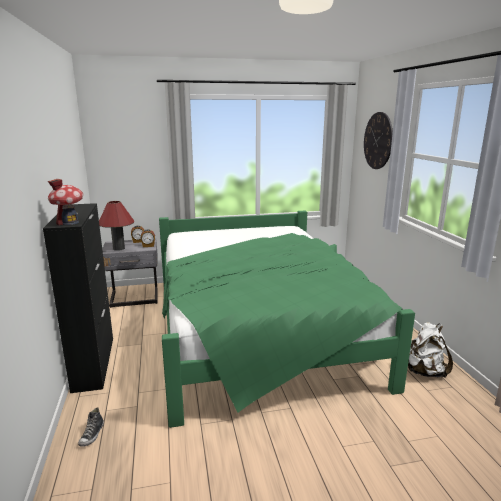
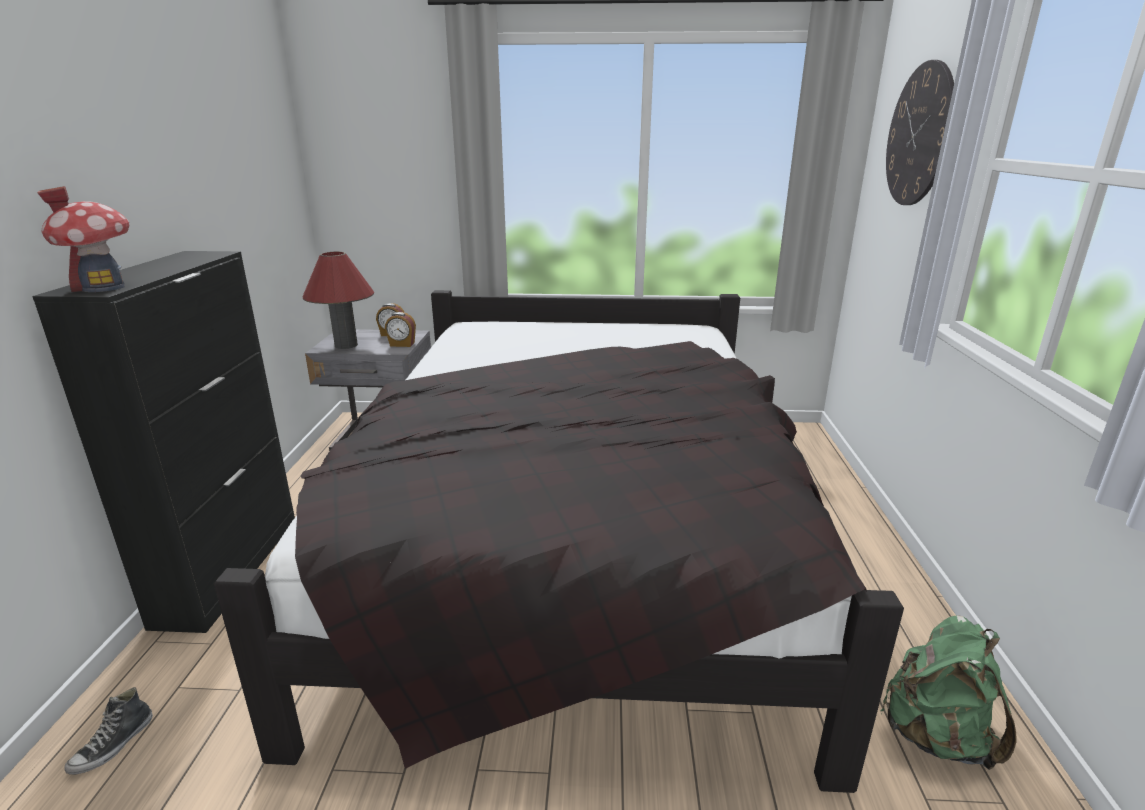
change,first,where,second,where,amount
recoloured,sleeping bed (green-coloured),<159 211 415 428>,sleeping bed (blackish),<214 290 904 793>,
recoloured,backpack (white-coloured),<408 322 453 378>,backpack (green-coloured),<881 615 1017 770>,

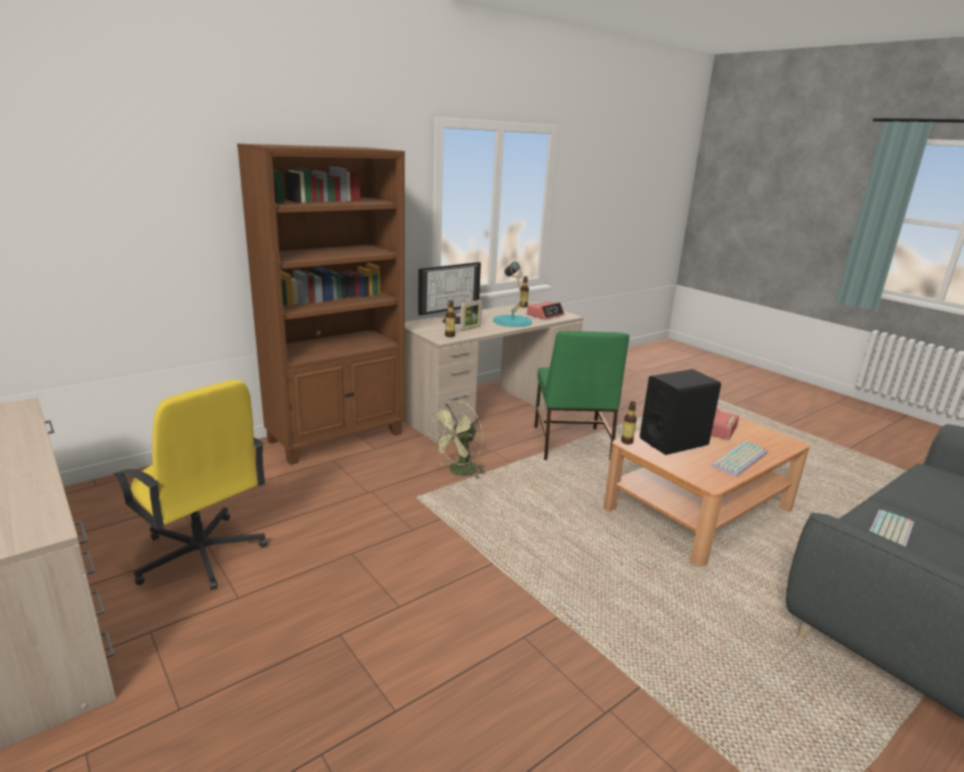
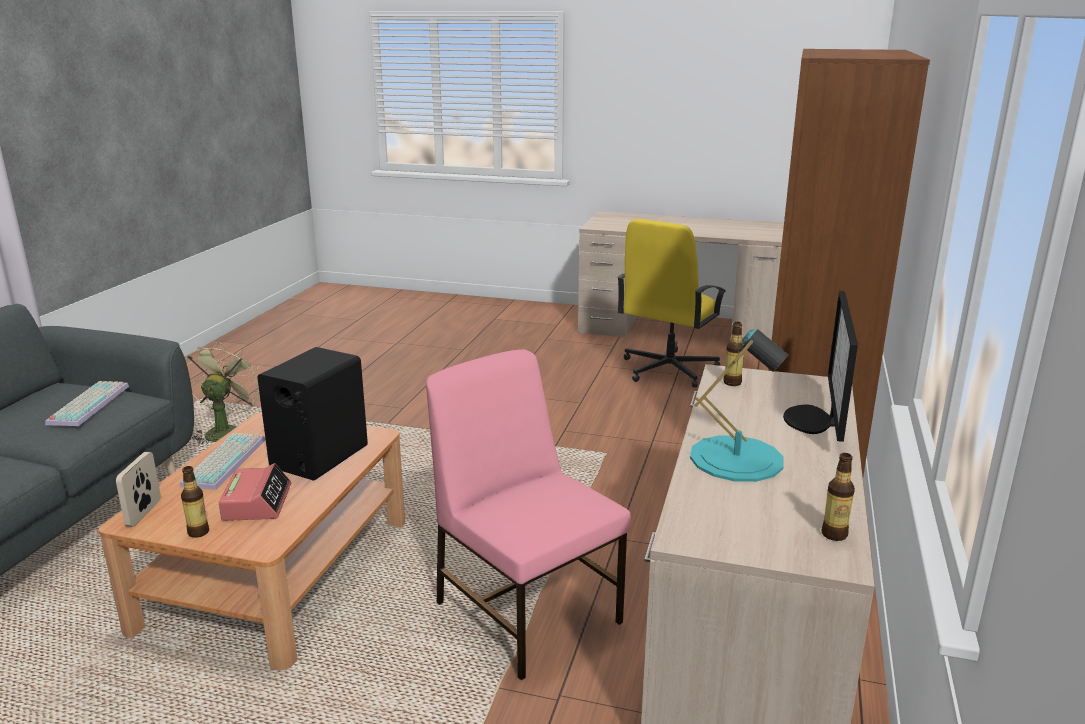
change,first,where,second,where,amount
removed,bedside clock,<527 301 564 320>,,,
moved,cooling fan (green-coloured),<429 401 486 479>,,<186 341 259 446>,
moved,standing frame,<460 300 482 331>,,<116 452 161 527>,
moved,beverage bottle,<621 401 637 444>,,<181 466 209 538>,
recoloured,chair (green-coloured),<534 331 629 461>,chair (pink),<426 349 631 680>,
turned,office chair (yellow-coloured),<113 379 268 590>,,<617 219 726 388>,60 degrees counterclockwise

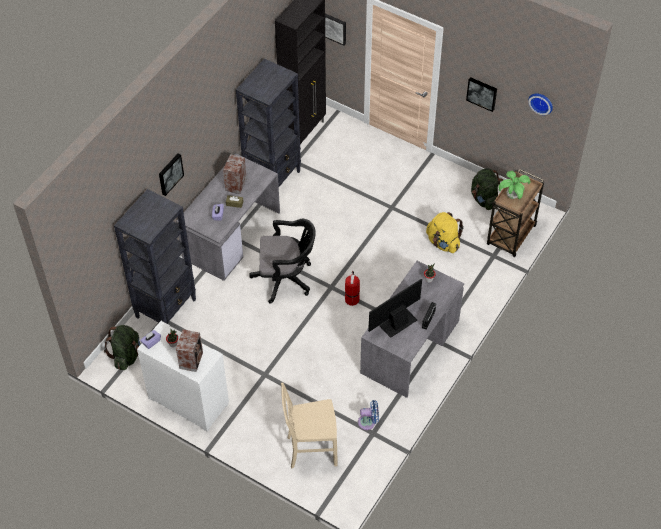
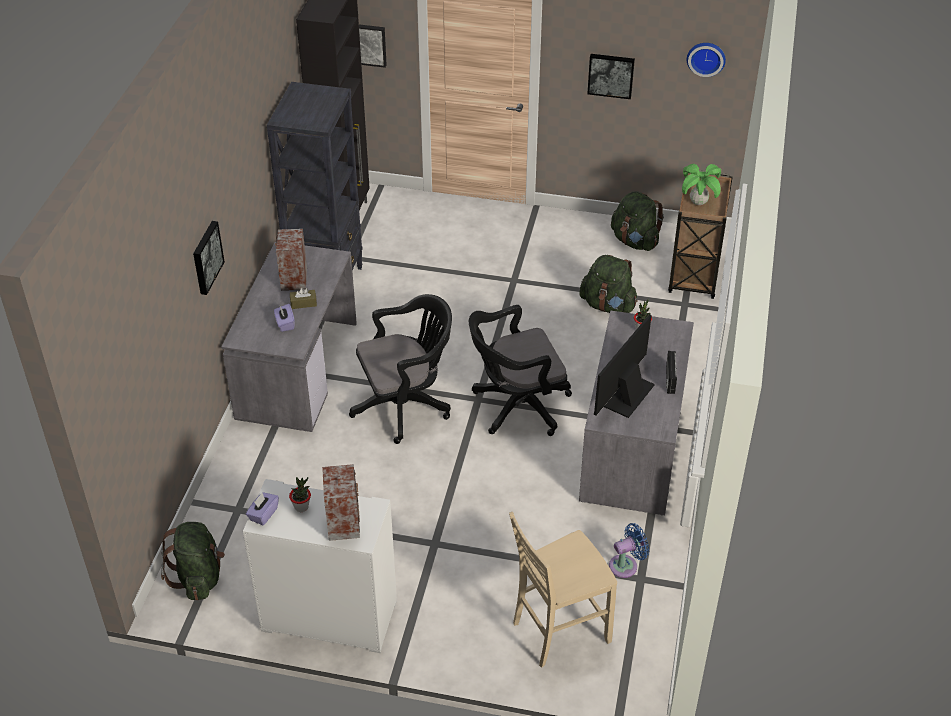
change,first,where,second,where,amount
removed,bookshelf (blackish),<114 189 196 324>,,,
replaced,extinguisher,<345 271 360 306>,office chair (blackish),<469 305 572 436>,
recoloured,backpack (yellow-coloured),<426 212 464 253>,backpack (green-coloured),<579 255 638 313>,

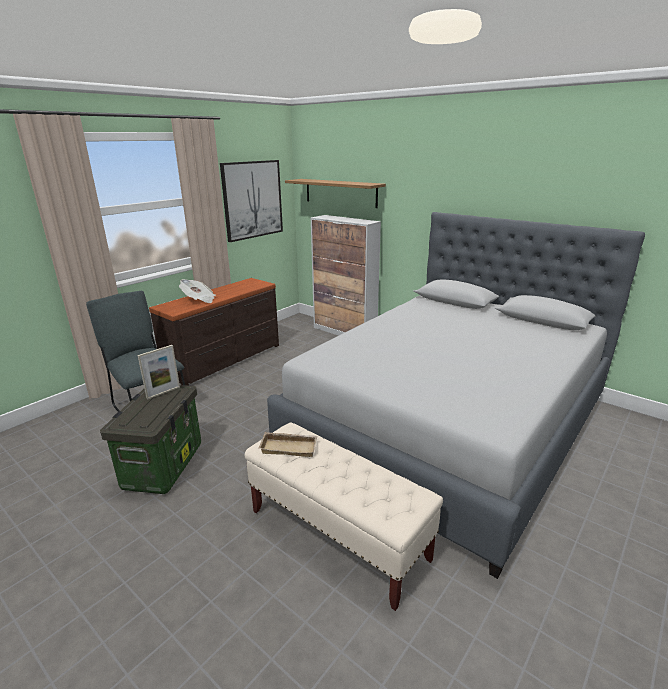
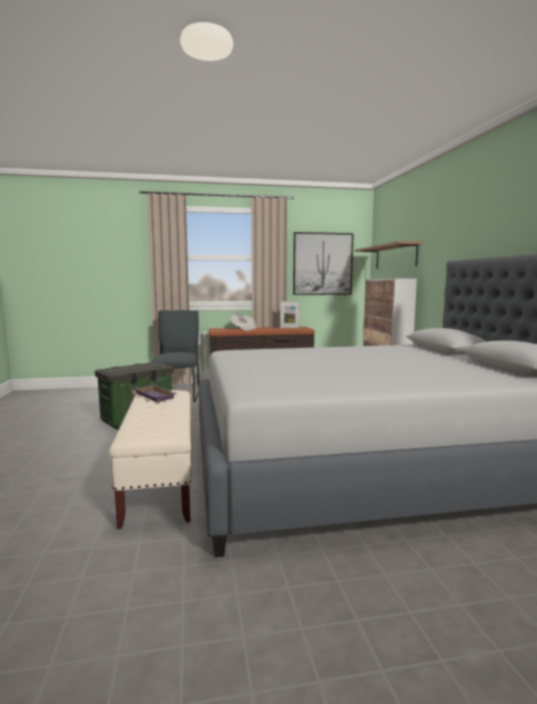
change,first,where,second,where,amount
moved,standing frame,<138 345 180 400>,,<280 301 300 328>,
recoloured,serving tray (beige),<259 432 317 457>,serving tray (purple-coloured),<135 385 177 402>,

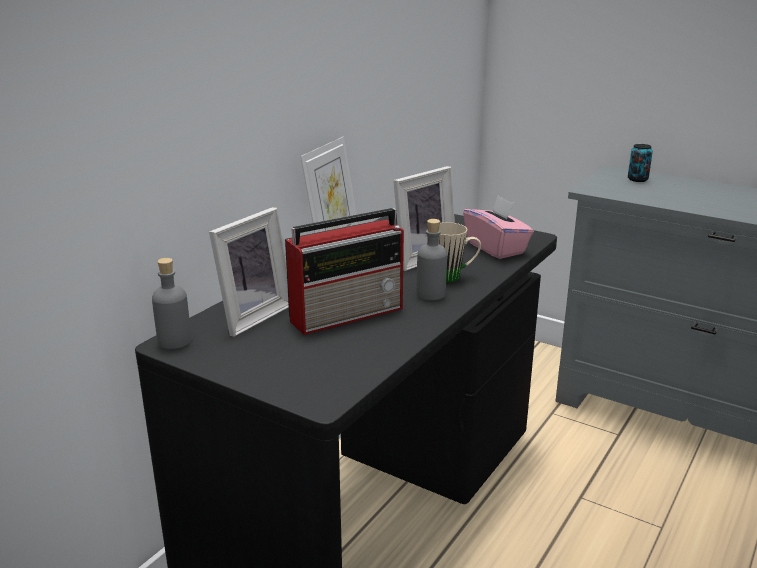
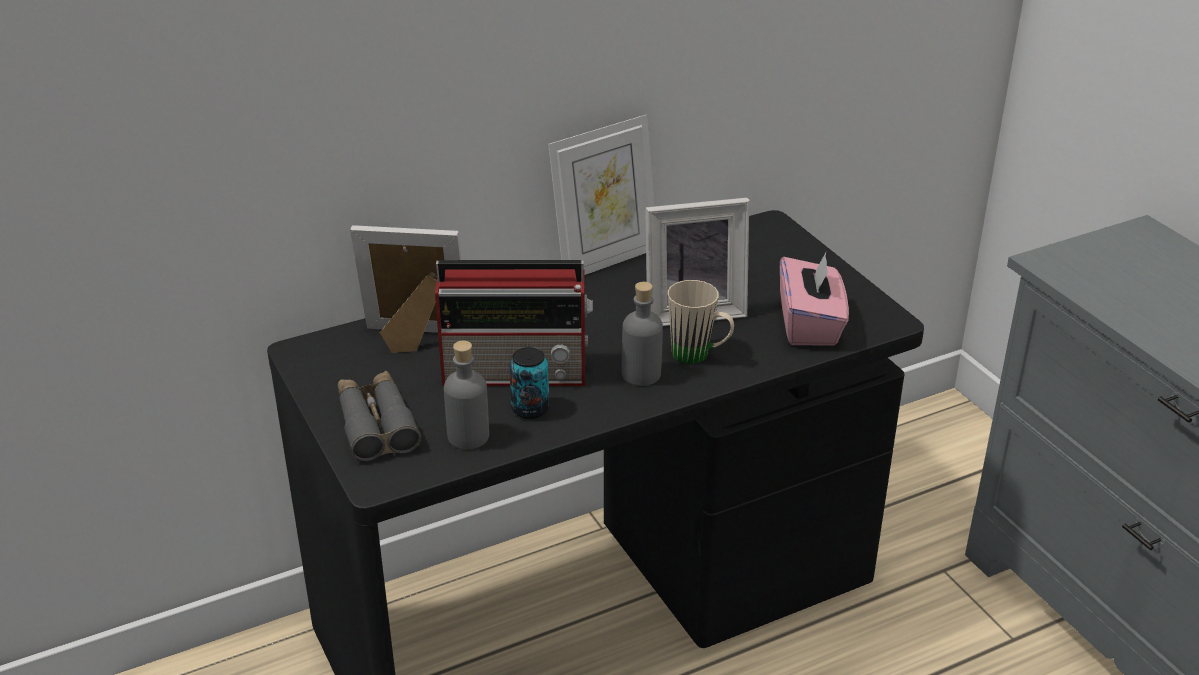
change,first,where,second,where,amount
added,,,binoculars (greyish),<338 371 421 461>,
moved,beverage bottle (greyish),<152 258 191 349>,,<444 341 489 450>,
moved,sealed can,<628 144 653 182>,,<509 347 549 419>,
turned,standing frame,<209 207 289 337>,,<350 225 461 353>,150 degrees counterclockwise

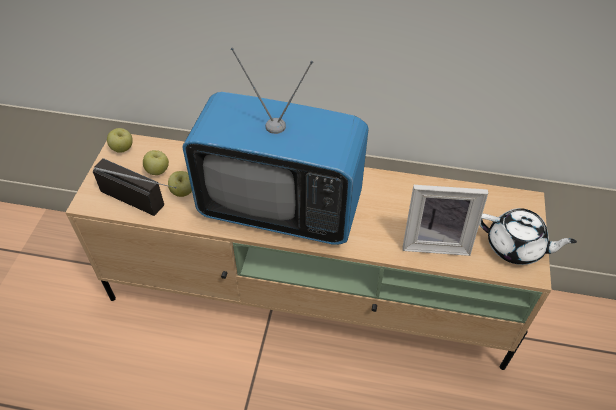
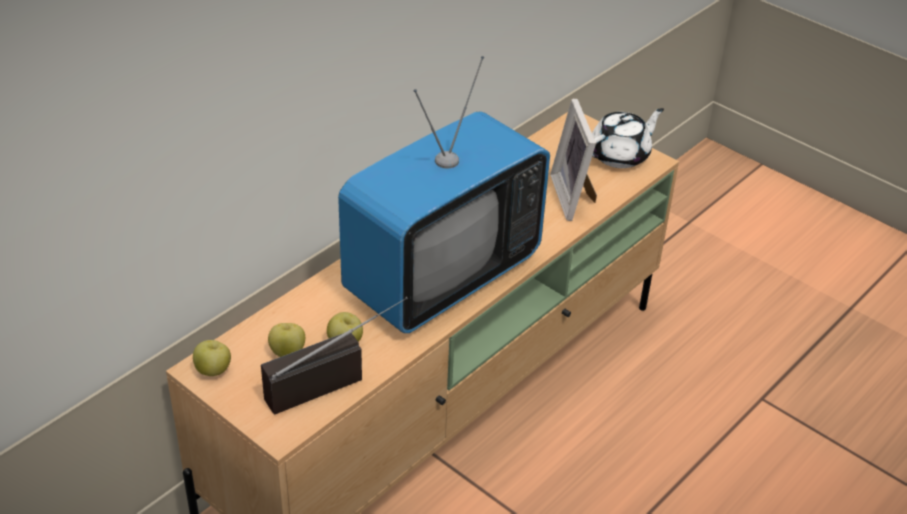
change,first,where,second,where,amount
turned,standing frame,<402 185 489 256>,,<550 99 597 221>,135 degrees clockwise

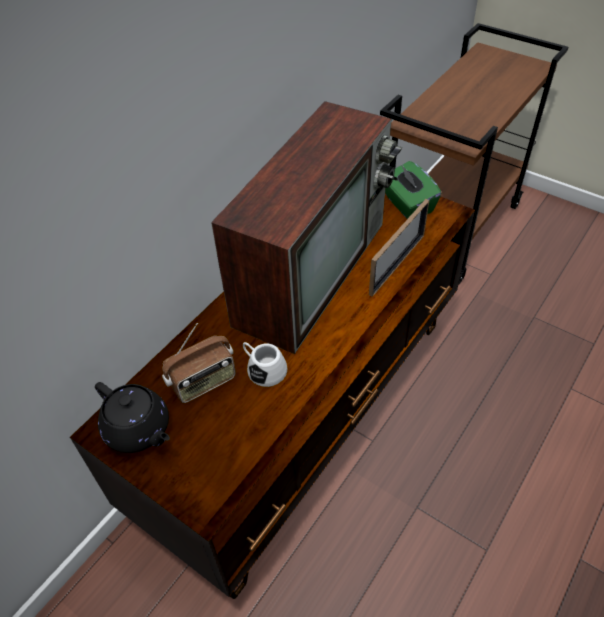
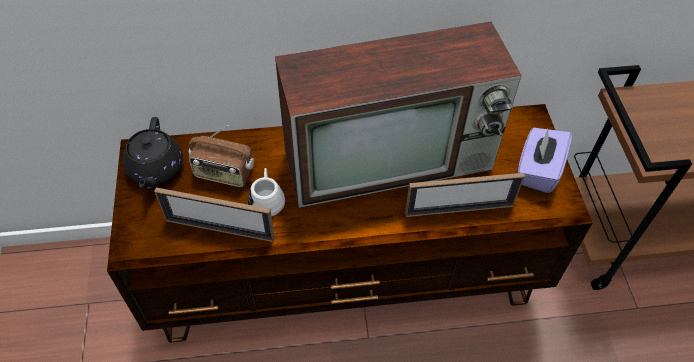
change,first,where,second,where,amount
added,,,standing frame,<154 187 275 242>,
recoloured,box of tissues (green-coloured),<385 161 441 219>,box of tissues (purple-coloured),<518 128 572 193>,

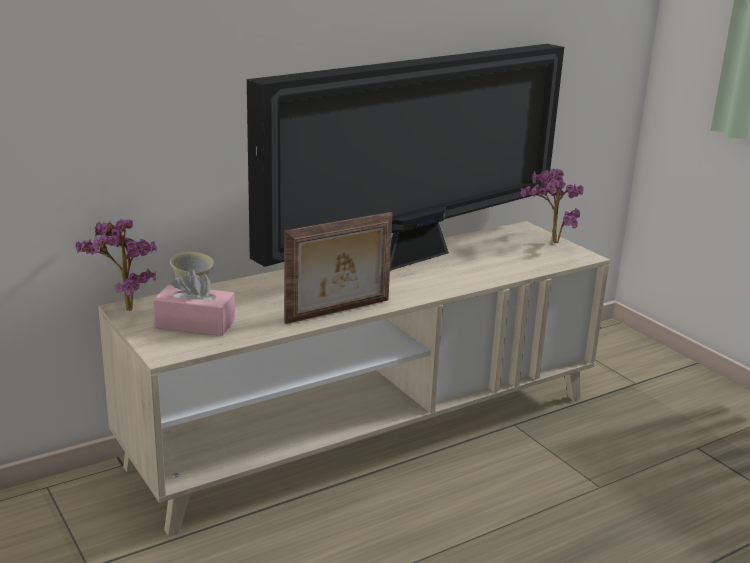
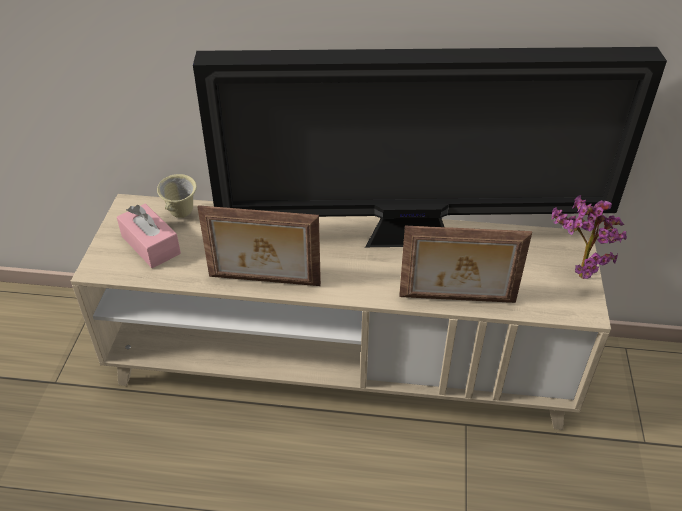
change,first,where,second,where,amount
removed,potted plant,<76 219 157 311>,,,
added,,,standing frame,<399 226 532 303>,

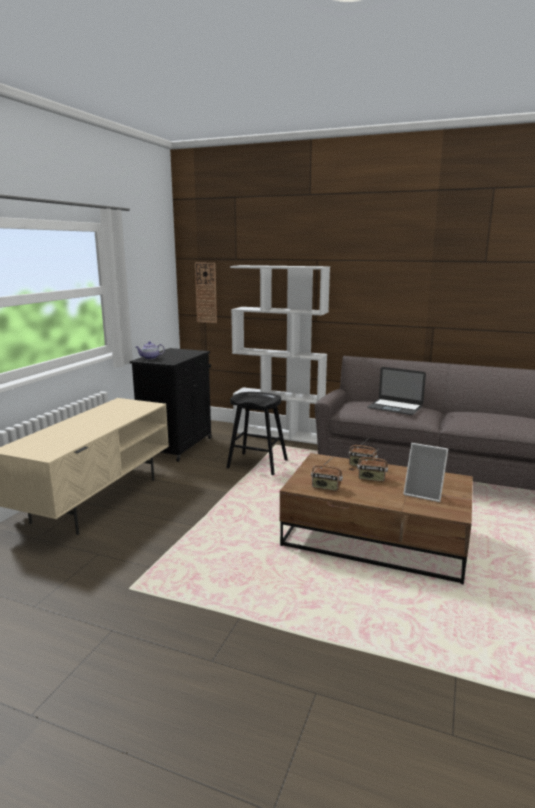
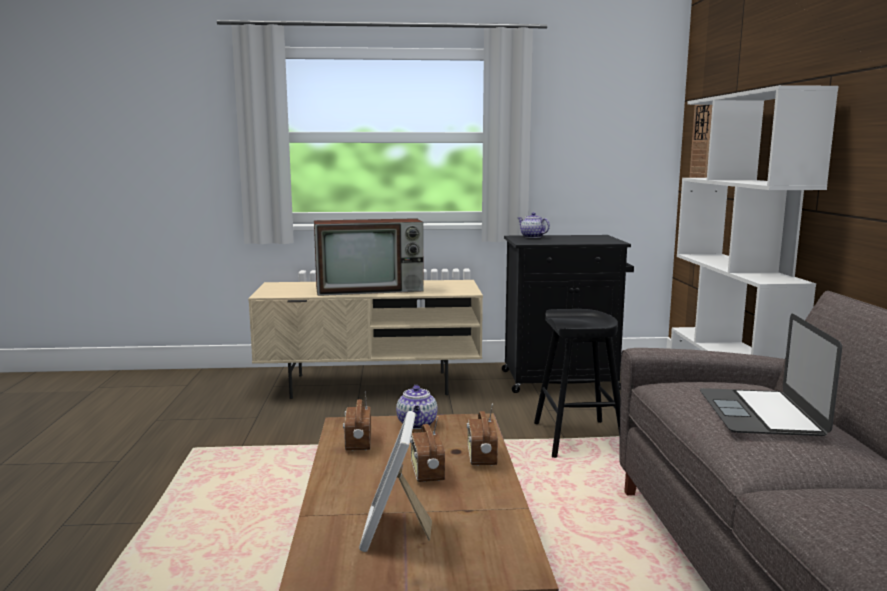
change,first,where,second,where,amount
added,,,television,<314 218 424 296>,
added,,,teapot,<396 384 438 429>,

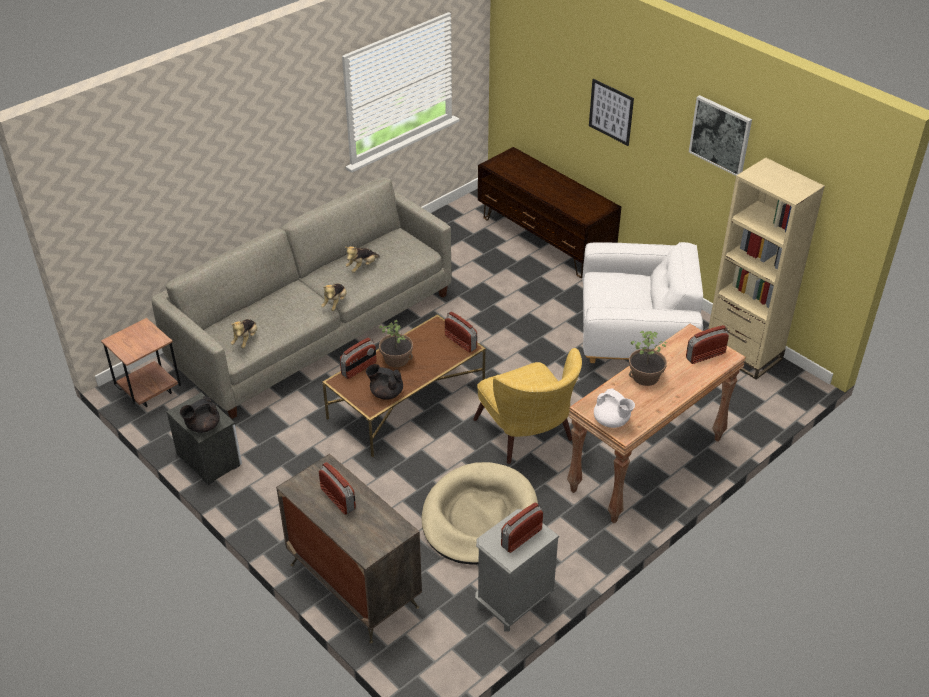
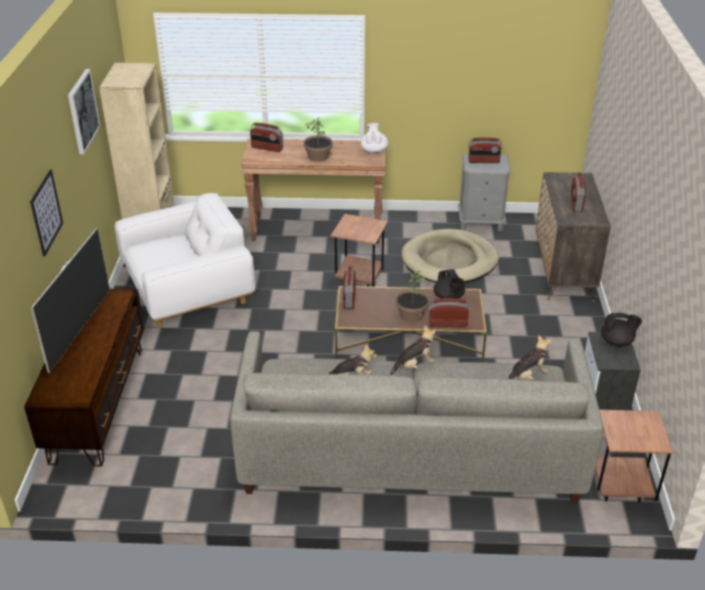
change,first,where,second,where,amount
added,,,television,<31 228 110 373>,
replaced,armchair (yellow-coloured),<473 348 582 464>,end table (brown),<331 214 388 287>,
turned,armchair (white-coloured),<582 242 703 363>,,<115 193 255 327>,105 degrees clockwise

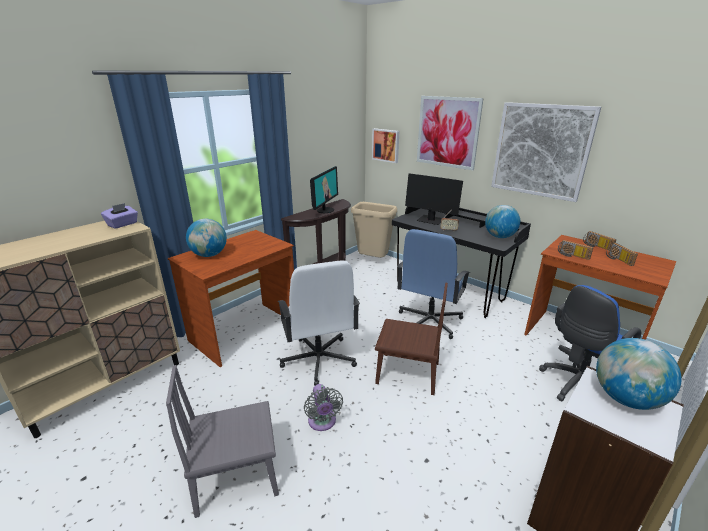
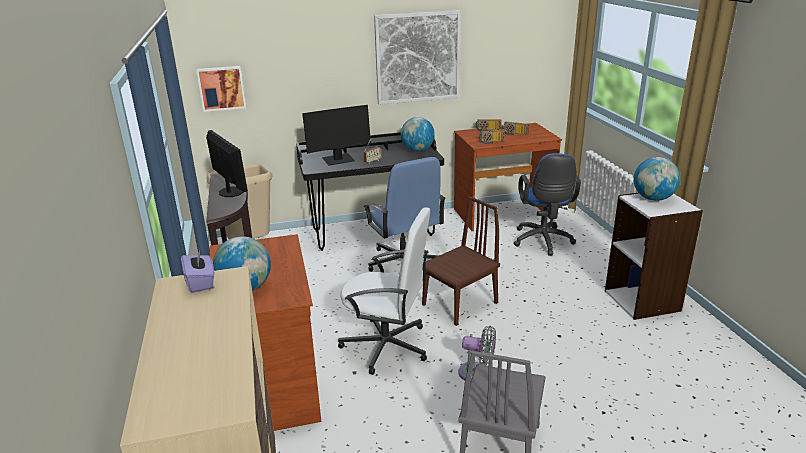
change,first,where,second,where,amount
removed,wall art,<417 96 484 170>,,,

